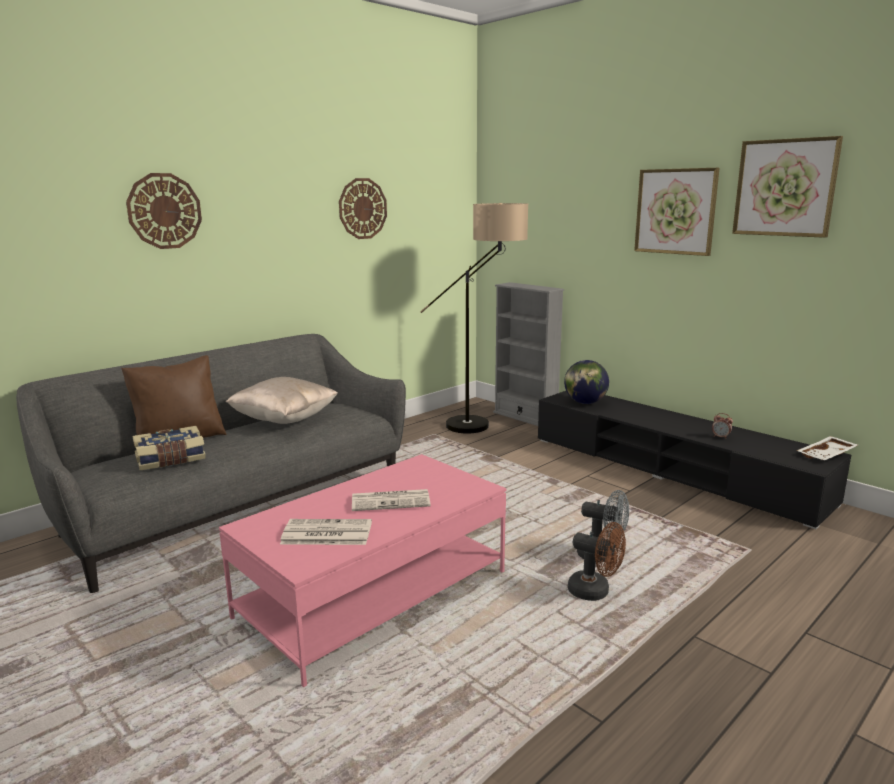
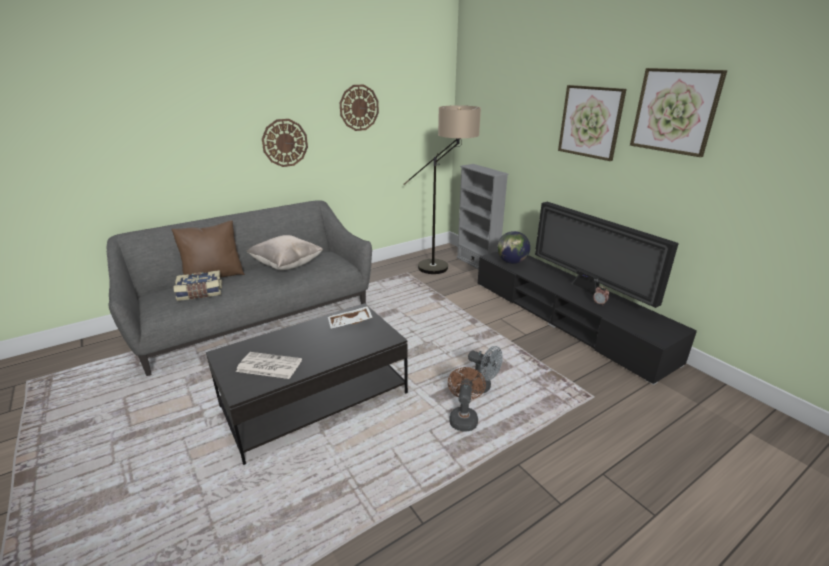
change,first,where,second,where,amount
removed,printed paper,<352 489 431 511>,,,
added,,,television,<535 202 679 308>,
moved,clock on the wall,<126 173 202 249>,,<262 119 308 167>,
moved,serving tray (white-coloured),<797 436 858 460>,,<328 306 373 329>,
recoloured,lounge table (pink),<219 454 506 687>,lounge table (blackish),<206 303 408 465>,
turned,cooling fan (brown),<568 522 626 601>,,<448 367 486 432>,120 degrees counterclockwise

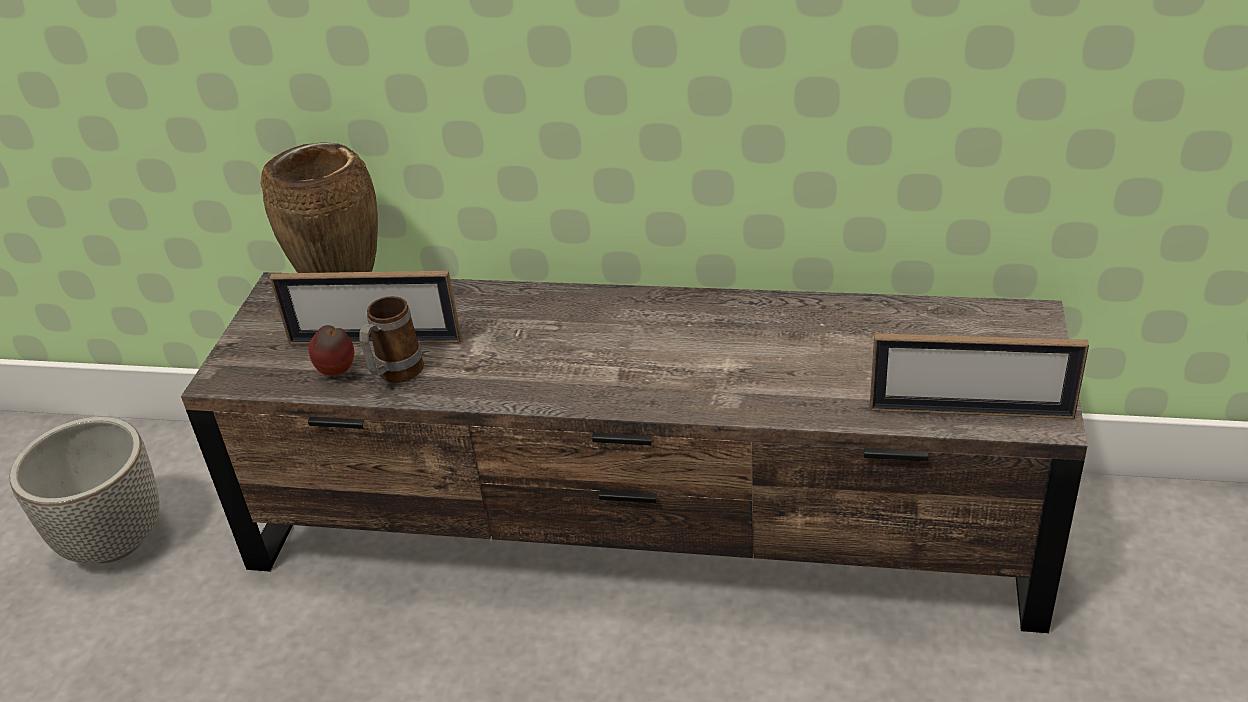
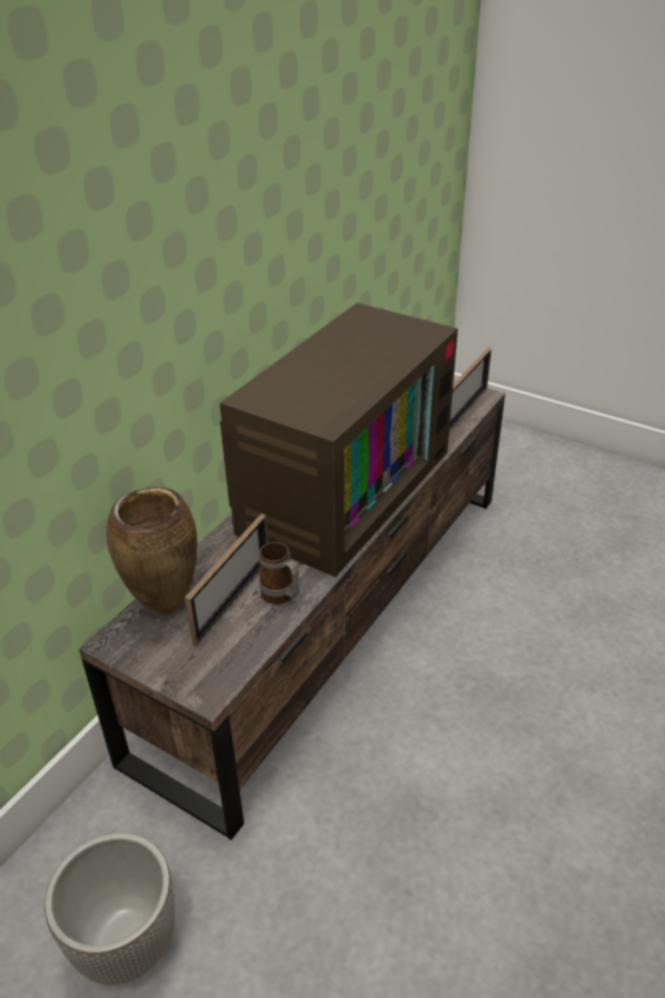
change,first,where,second,where,amount
removed,whole apple,<309 325 354 376>,,,
added,,,television,<220 303 458 577>,

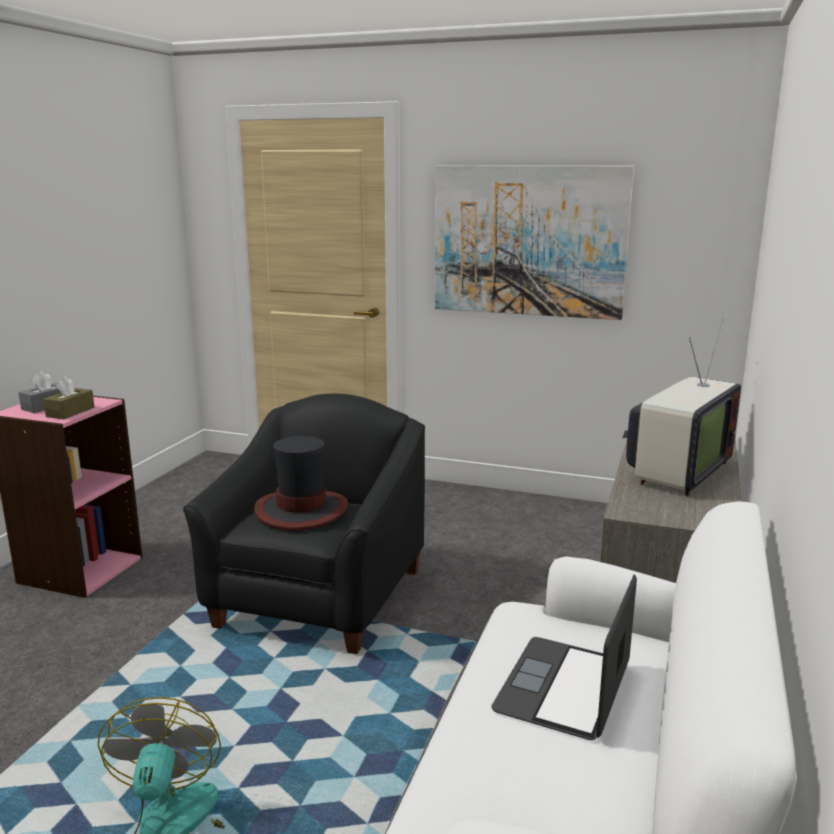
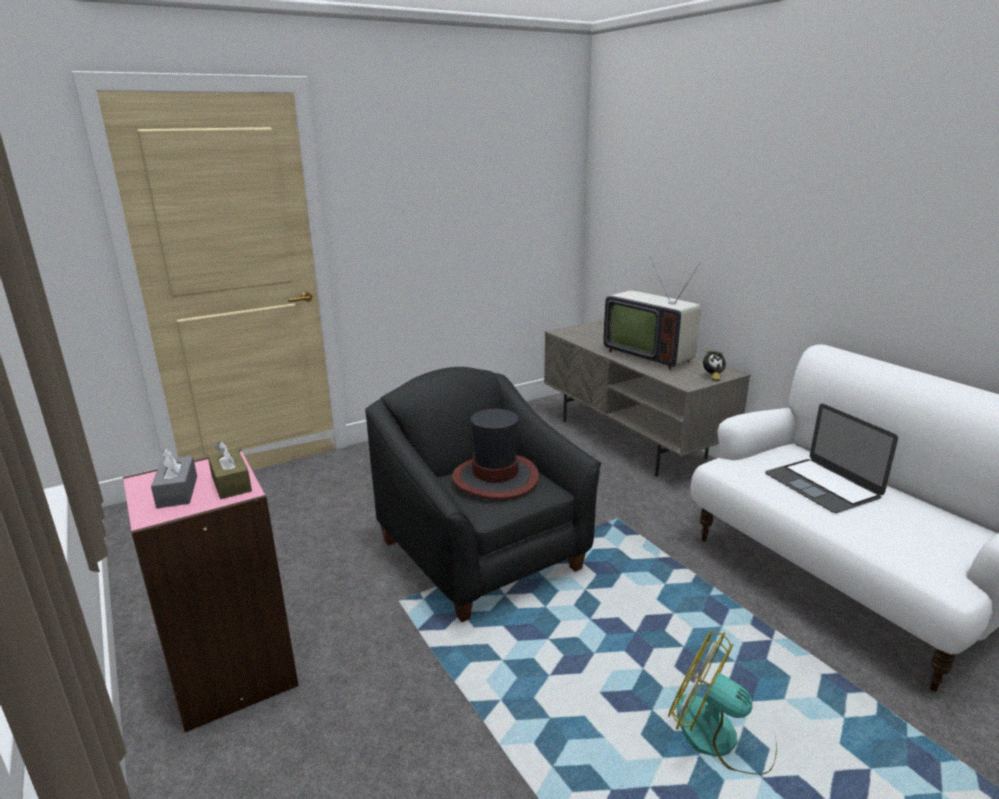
change,first,where,second,where,amount
removed,wall art,<435 165 634 320>,,,
added,,,bedside clock,<703 349 726 381>,
turned,television,<626 319 741 496>,,<603 258 701 370>,150 degrees clockwise

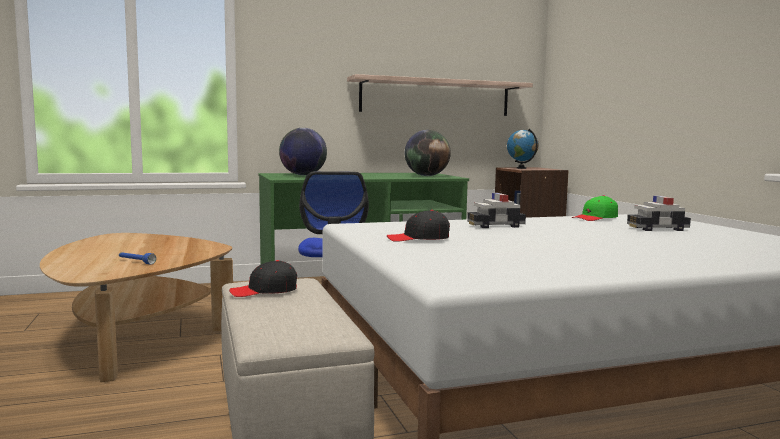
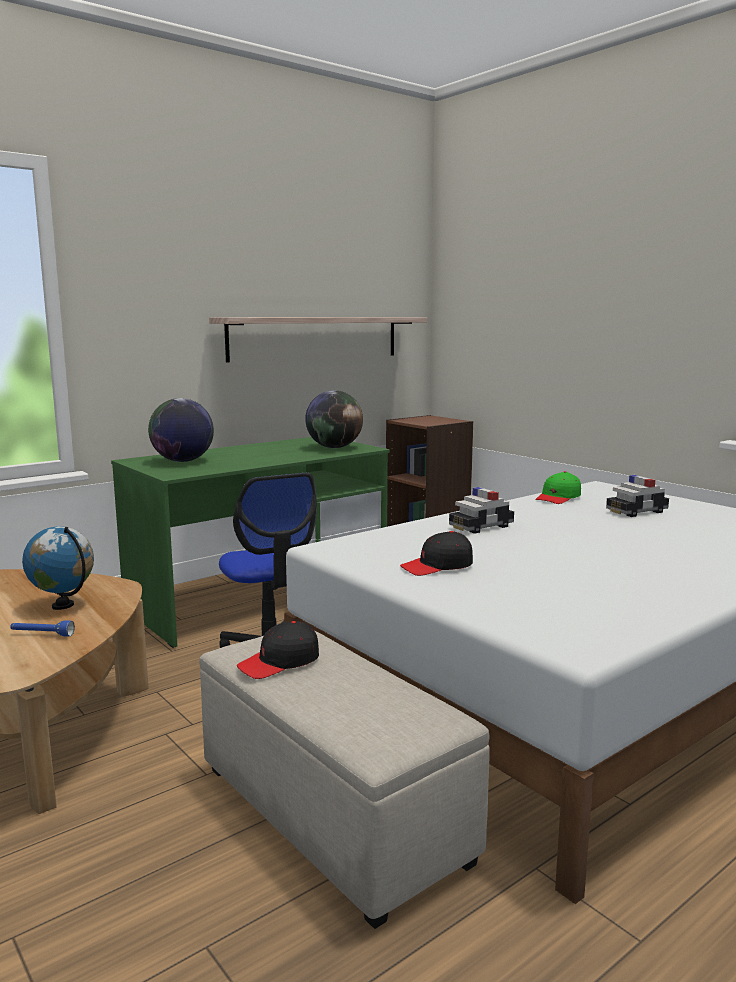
change,first,where,second,where,amount
moved,world globe,<507 129 539 169>,,<22 526 94 610>,

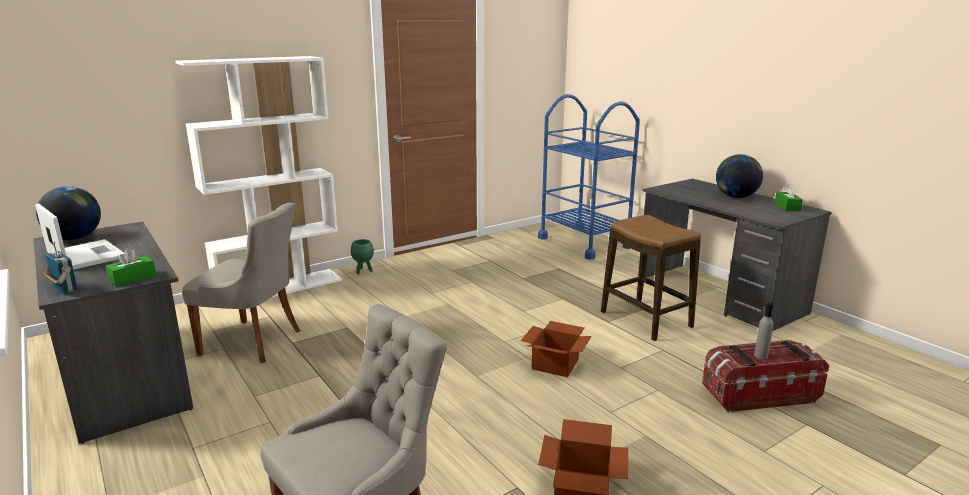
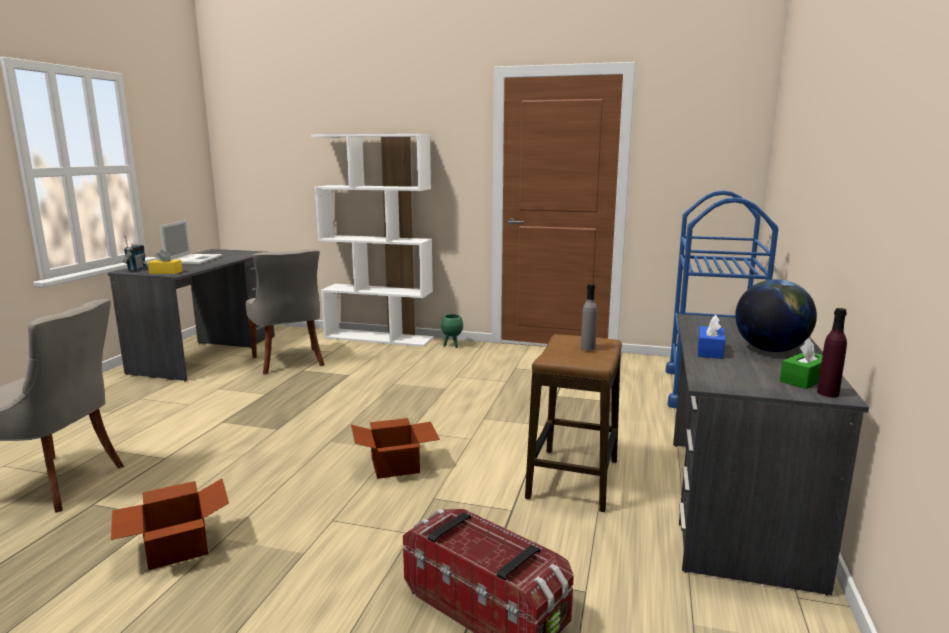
change,first,where,second,where,amount
removed,world globe,<36 186 101 240>,,,
added,,,box of tissues (bluish),<698 315 725 359>,
added,,,beverage bottle (purple-coloured),<817 308 847 397>,
moved,beverage bottle (greyish),<754 302 773 359>,,<581 284 597 350>,
recoloured,box of tissues (green-coloured),<105 248 156 287>,box of tissues (yellow-coloured),<148 250 183 274>,

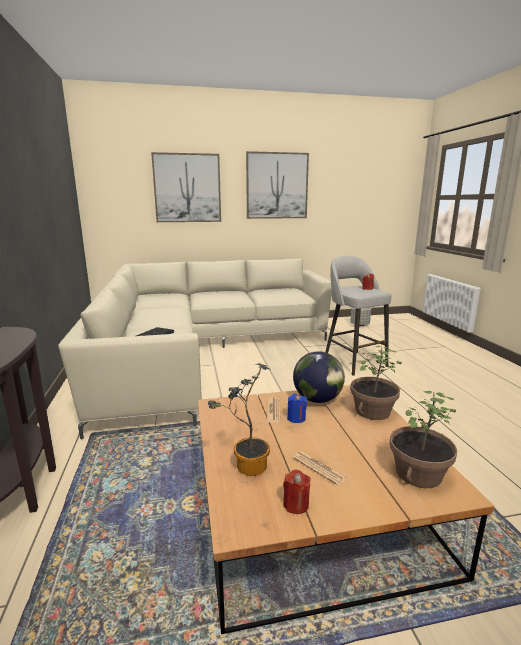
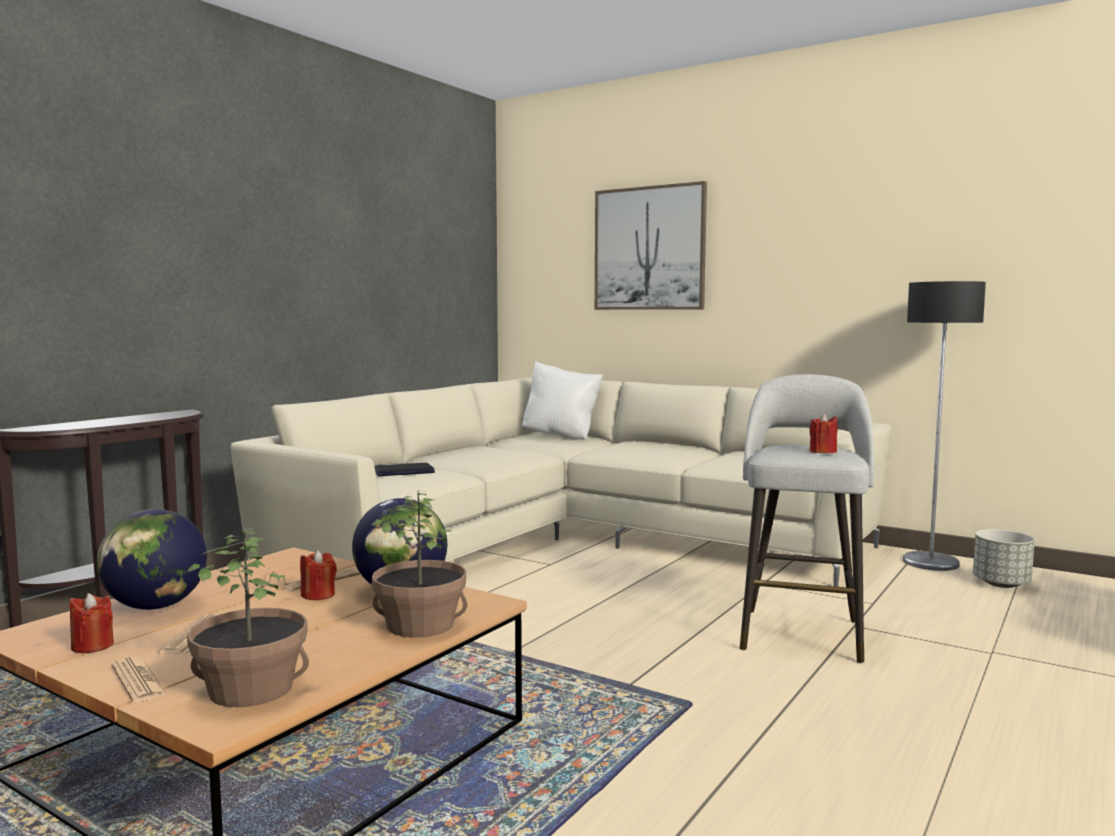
change,first,where,second,where,amount
removed,wall art,<246 151 309 219>,,,
added,,,printed paper,<111 657 167 703>,
added,,,pillow (white-coloured),<522 361 603 439>,
added,,,floor lamp,<903 281 986 571>,
replaced,potted plant,<208 363 272 476>,world globe,<97 509 207 610>,
recoloured,wax light (bluish),<287 394 307 423>,wax light (reddish),<300 550 337 600>,

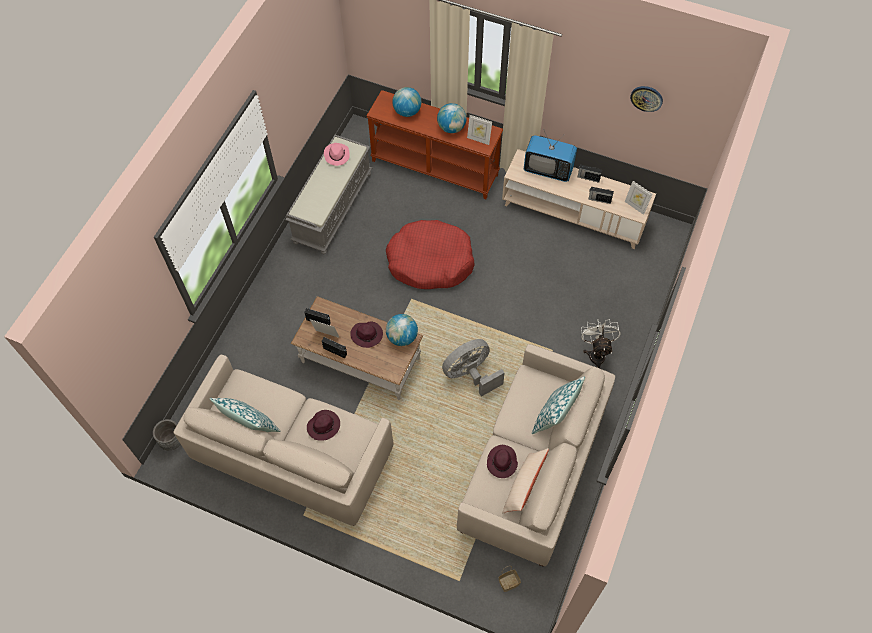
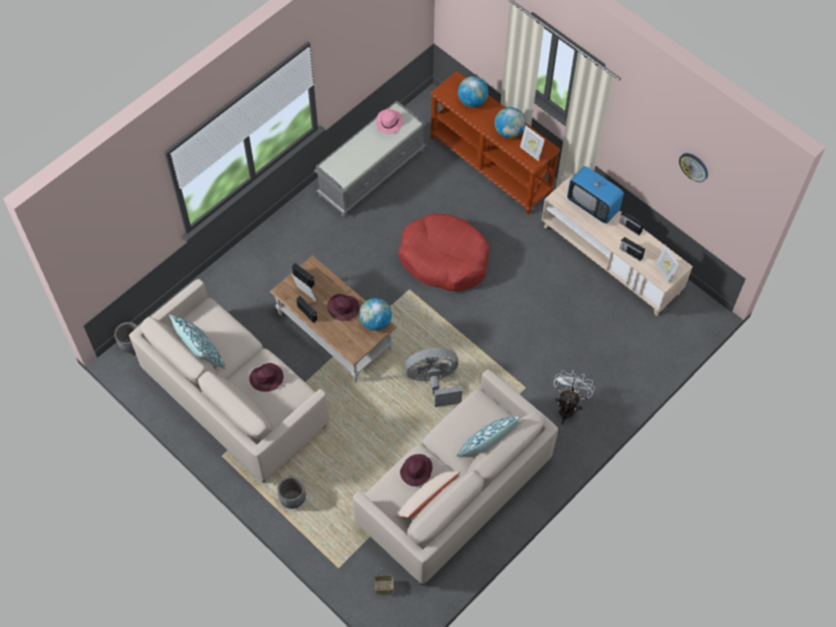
change,first,where,second,where,amount
added,,,planter (greyish),<277 476 306 509>,

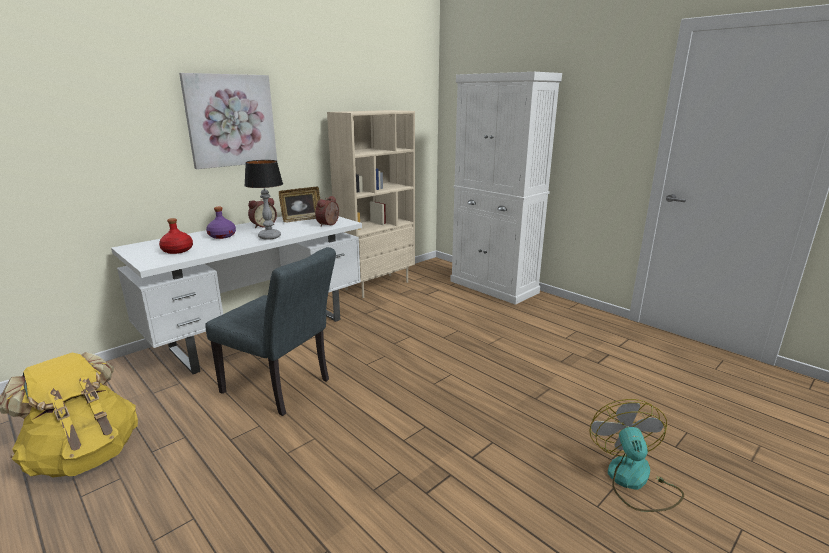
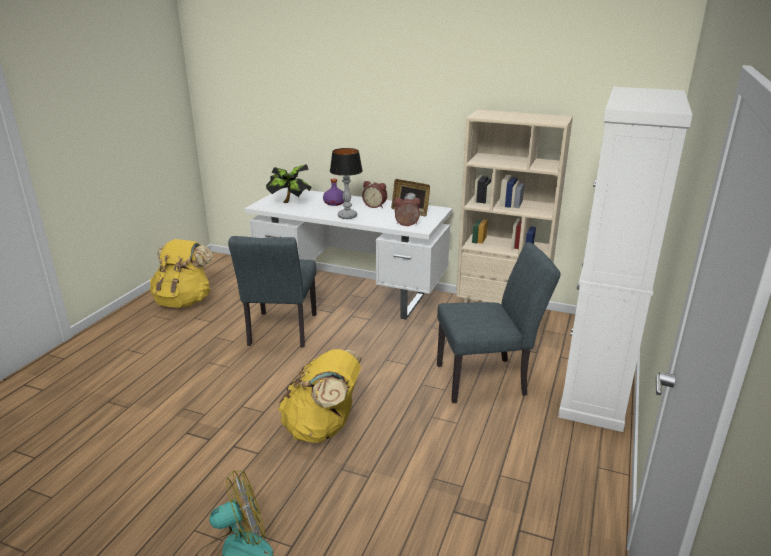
change,first,where,second,where,amount
removed,wall art,<179 73 277 169>,,,
added,,,backpack (yellow-coloured),<278 349 361 443>,
added,,,chair (greyish),<437 242 561 403>,
replaced,beverage bottle (reddish),<159 218 193 254>,potted plant,<266 164 312 203>,

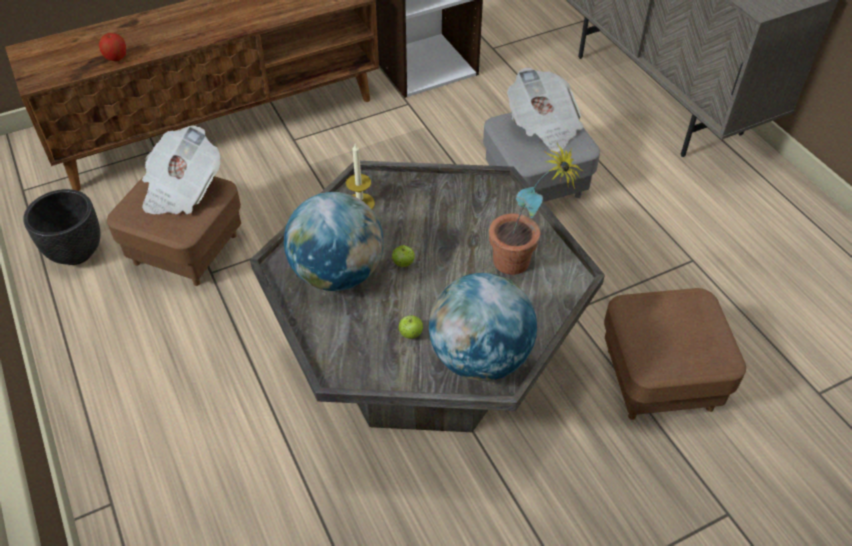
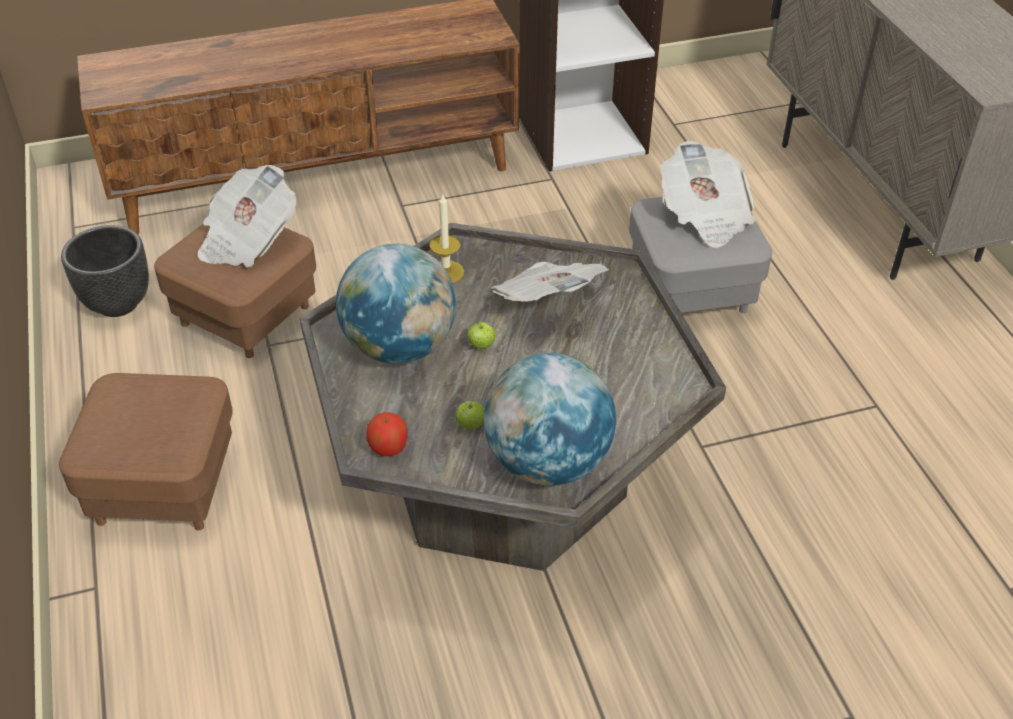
change,first,where,second,where,amount
removed,potted plant,<489 143 583 275>,,,
added,,,printed paper,<491 262 609 301>,
moved,whole apple,<99 33 126 61>,,<366 412 408 456>,
moved,ottoman (brown),<604 288 746 420>,,<59 373 233 530>,

